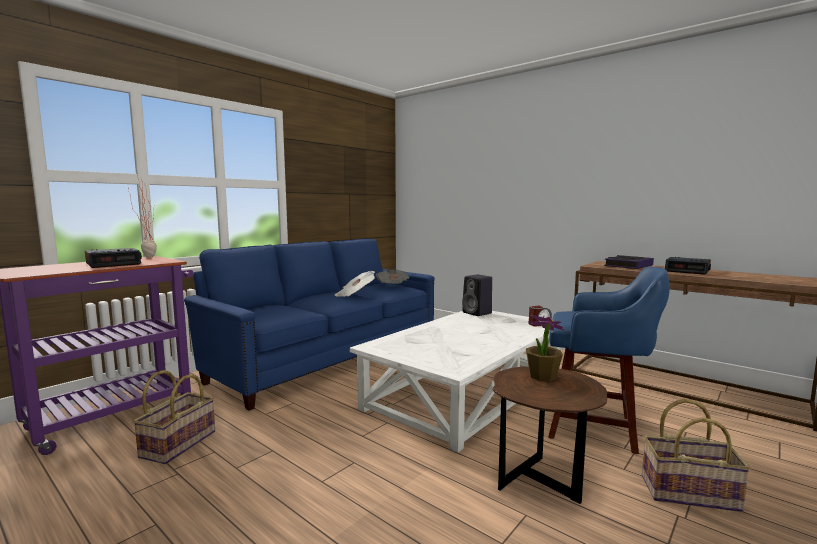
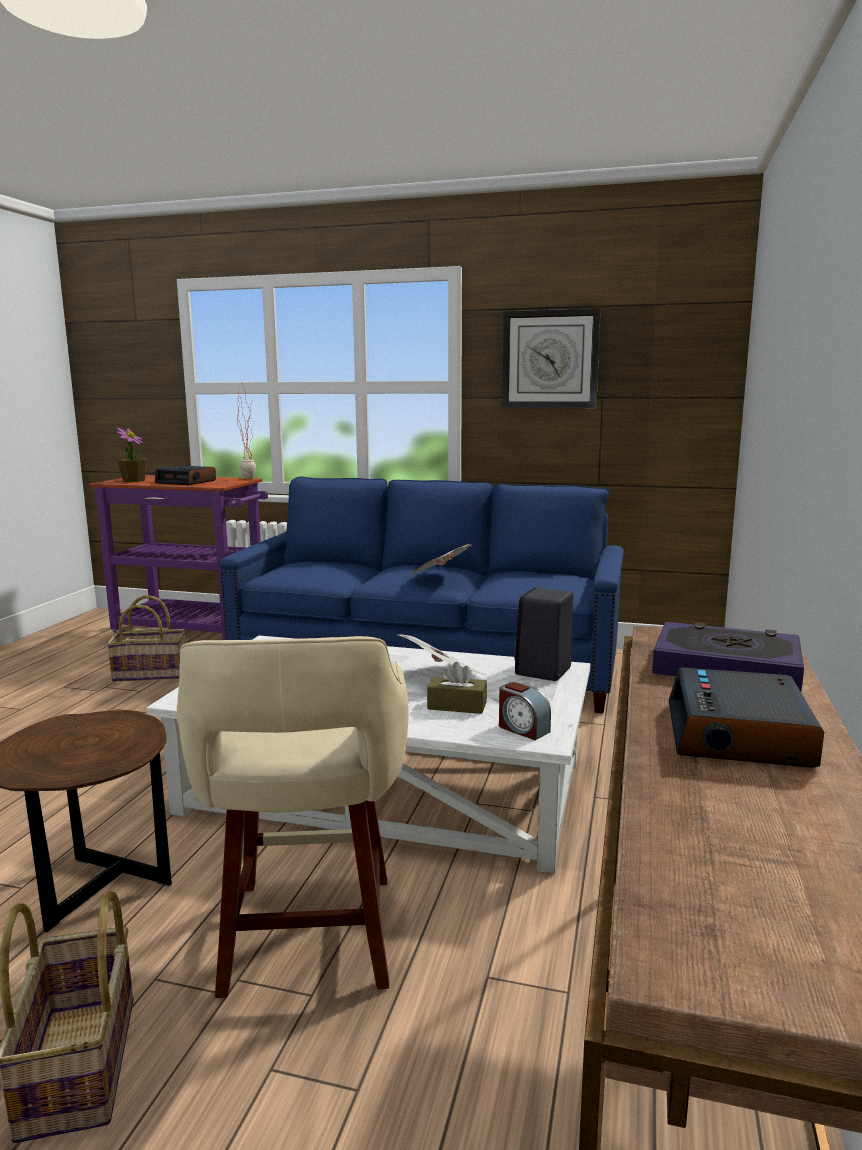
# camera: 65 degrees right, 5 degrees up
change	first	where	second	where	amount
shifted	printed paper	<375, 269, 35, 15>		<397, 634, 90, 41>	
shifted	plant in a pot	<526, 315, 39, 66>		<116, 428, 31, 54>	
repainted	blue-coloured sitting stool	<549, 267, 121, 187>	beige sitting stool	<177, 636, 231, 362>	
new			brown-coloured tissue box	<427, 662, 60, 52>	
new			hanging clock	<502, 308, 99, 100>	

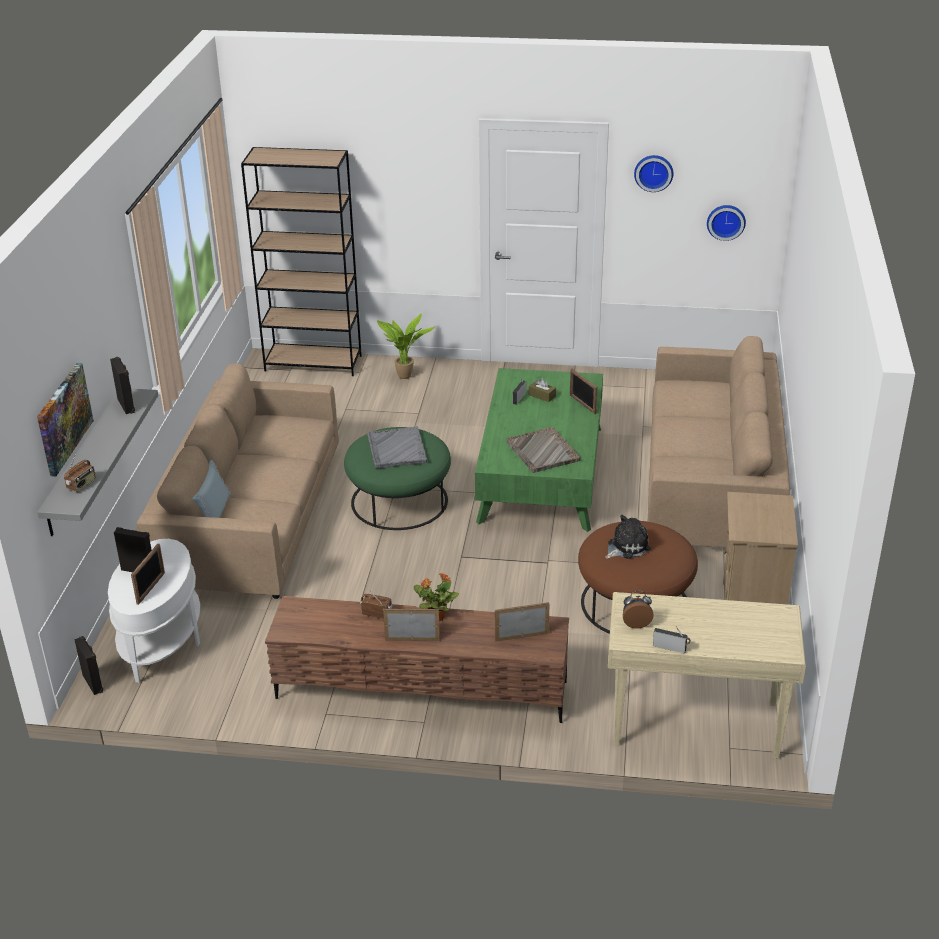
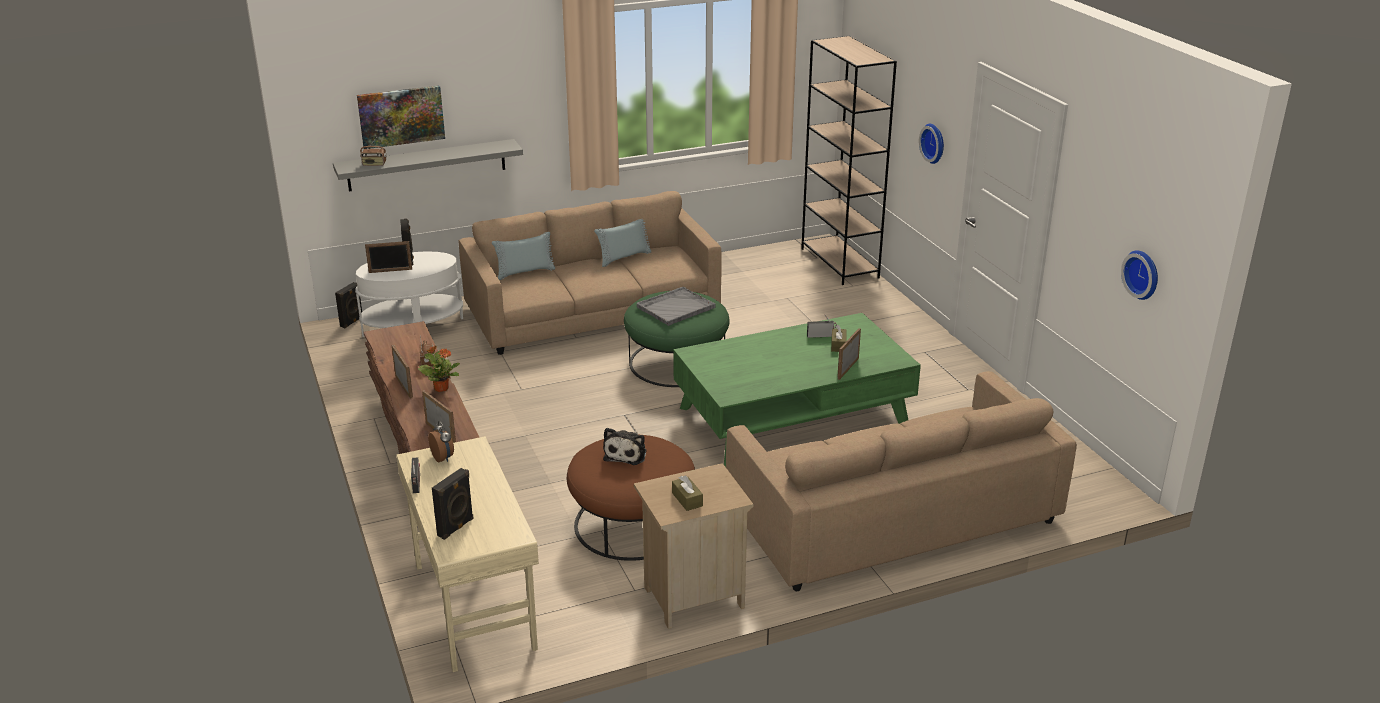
# camera: 60 degrees right, 5 degrees down
change	first	where	second	where	amount
shifted	black audio speaker	<110, 357, 25, 57>		<432, 468, 42, 72>	
gone	plant in a pot	<377, 314, 58, 65>			
gone	grey carrying tray	<506, 427, 74, 46>			
rotated	soft toy	<605, 515, 46, 44>		<603, 428, 43, 37>	75 degrees clockwise
shifted	hanging clock	<634, 155, 39, 37>		<919, 124, 25, 40>	
new			blue-coloured cushion	<594, 218, 57, 49>	
new			brown-coloured tissue box	<672, 475, 31, 36>	

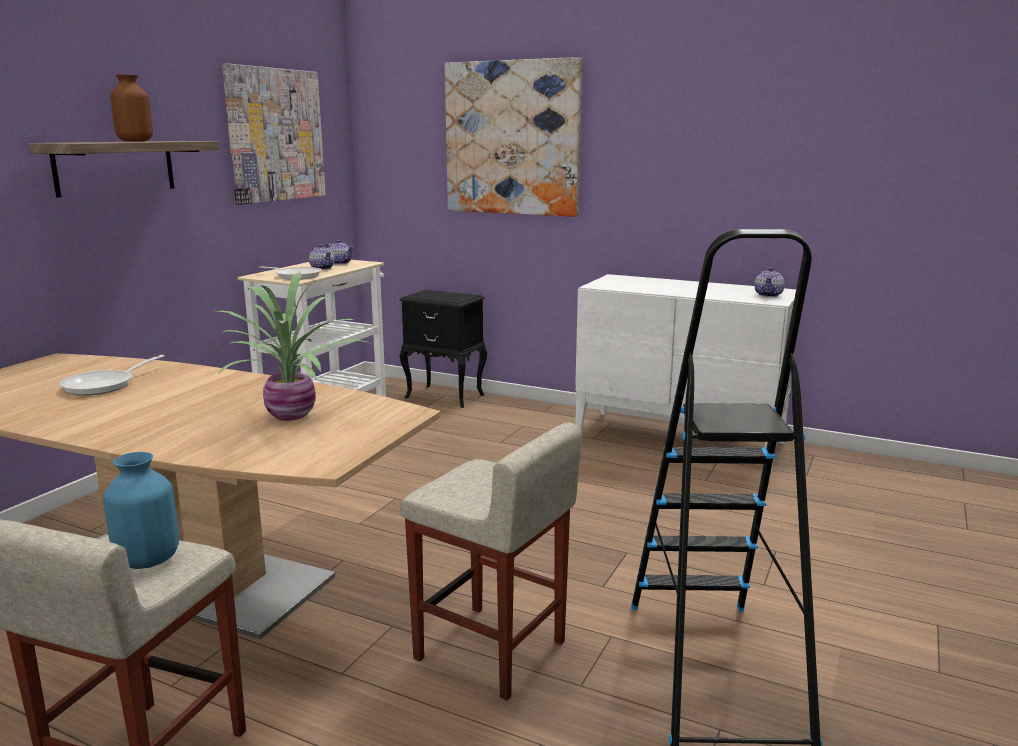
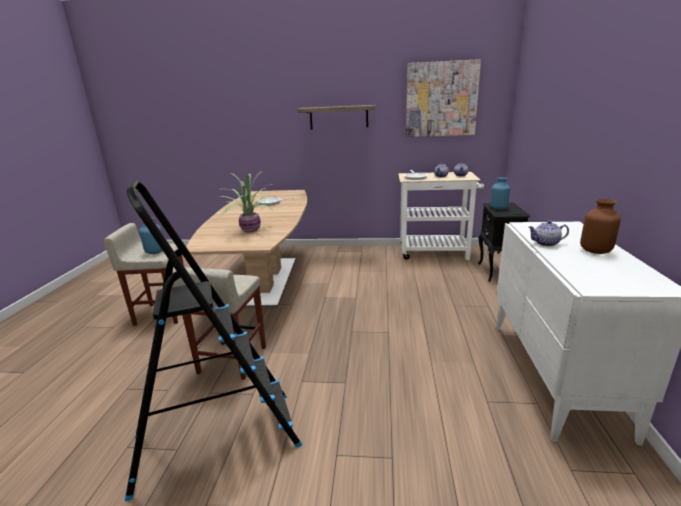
# camera: 70 degrees right, 5 degrees up
change	first	where	second	where	amount
shifted	brown-coloured decorative vase	<110, 75, 43, 67>		<580, 199, 41, 55>	
gone	wall art	<445, 57, 137, 160>			
shifted	teapot	<754, 267, 31, 30>		<528, 220, 41, 27>	
new			blue-coloured decorative vase	<490, 177, 20, 32>	

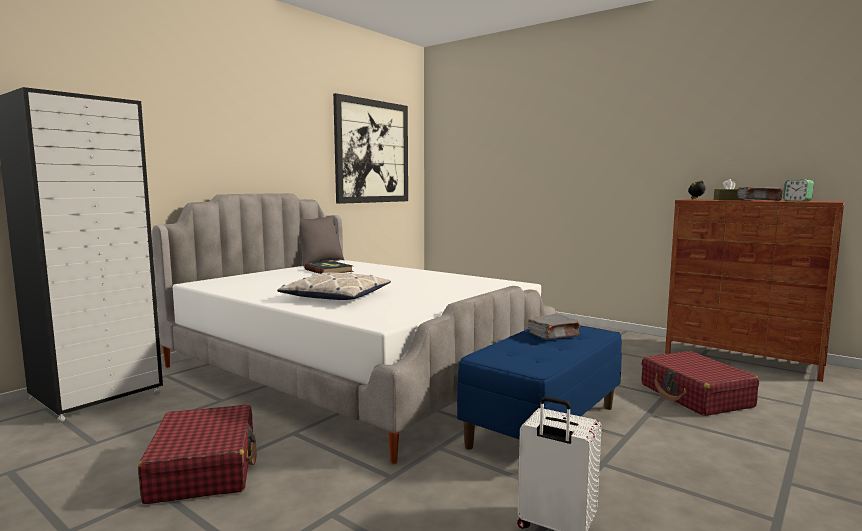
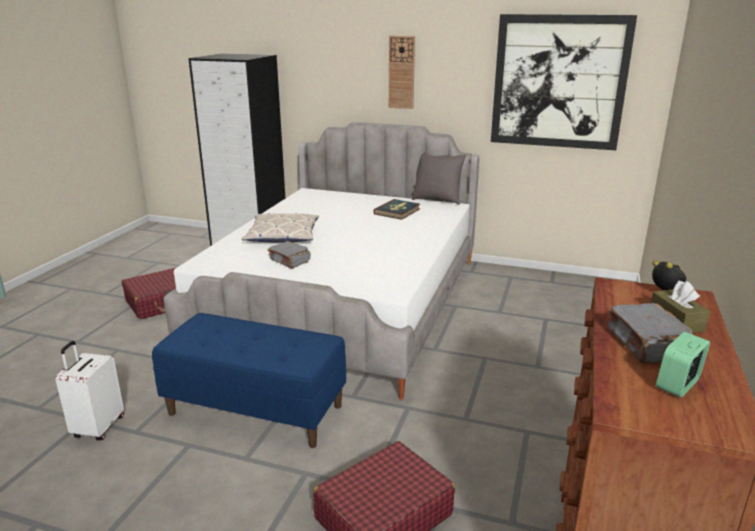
# camera: 70 degrees right, 15 degrees up
change	first	where	second	where	amount
shifted	grey bound book	<527, 314, 53, 25>		<268, 241, 43, 27>	
new			hanging clock	<389, 36, 26, 73>	

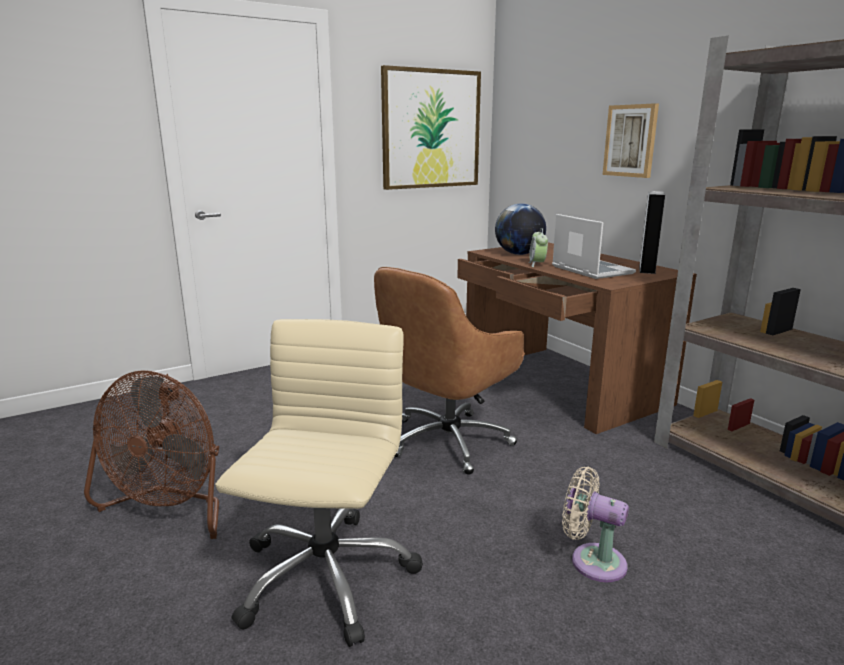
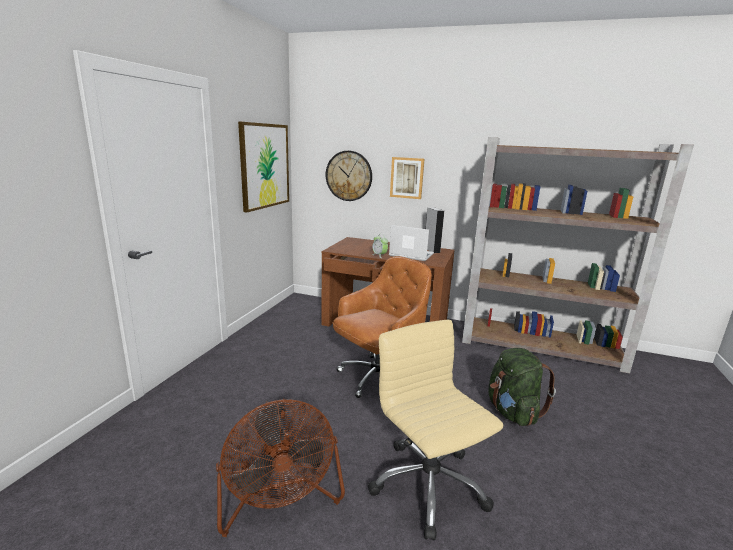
# camera: 40 degrees left, 0 degrees up
change	first	where	second	where	amount
rotated	brown-coloured computer chair	<374, 267, 151, 208>		<333, 256, 99, 142>	135 degrees counterclockwise
gone	world globe	<495, 203, 51, 52>			
swapped	beige cooling fan	<562, 467, 67, 115>	green-coloured rucksack	<488, 348, 68, 78>	
new			hanging clock	<326, 151, 46, 50>	

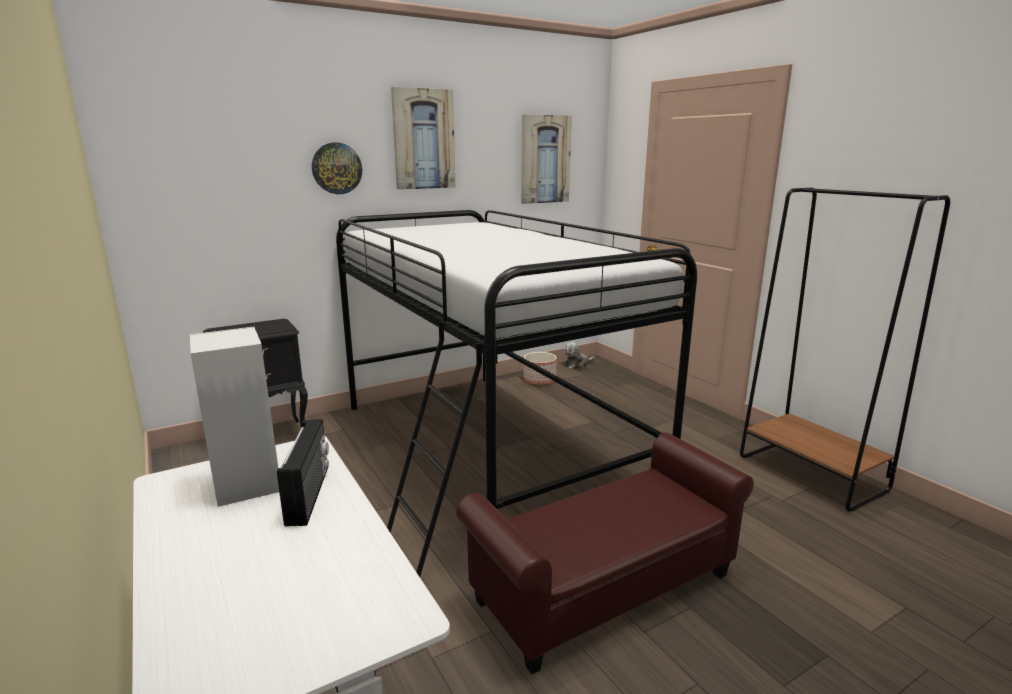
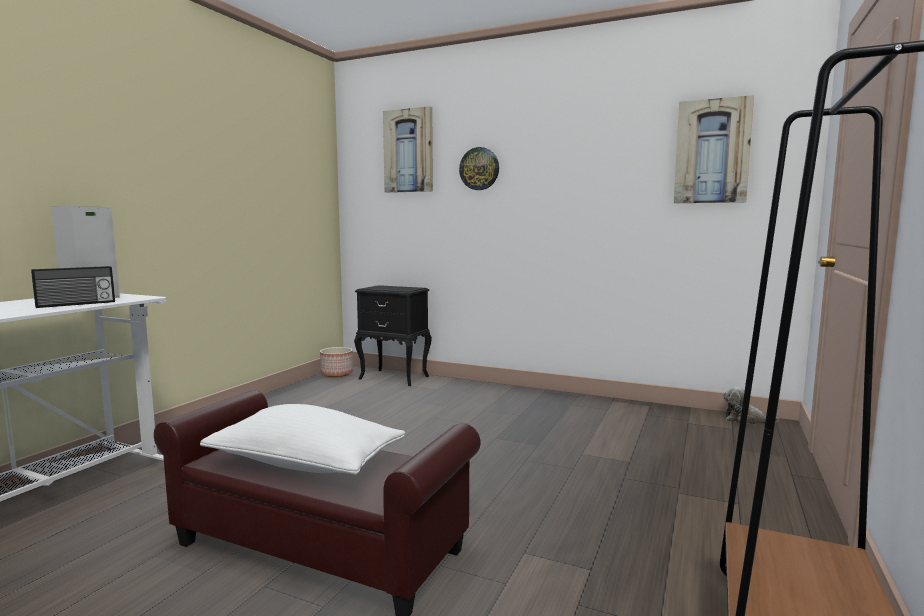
# camera: 55 degrees right, 10 degrees down
change	first	where	second	where	amount
gone	black bed	<336, 210, 361, 367>			
shifted	wall art	<391, 87, 64, 103>		<383, 106, 50, 87>	
shifted	flower pot	<523, 352, 34, 34>		<320, 347, 33, 30>	
new			white-coloured cushion	<200, 404, 205, 71>	

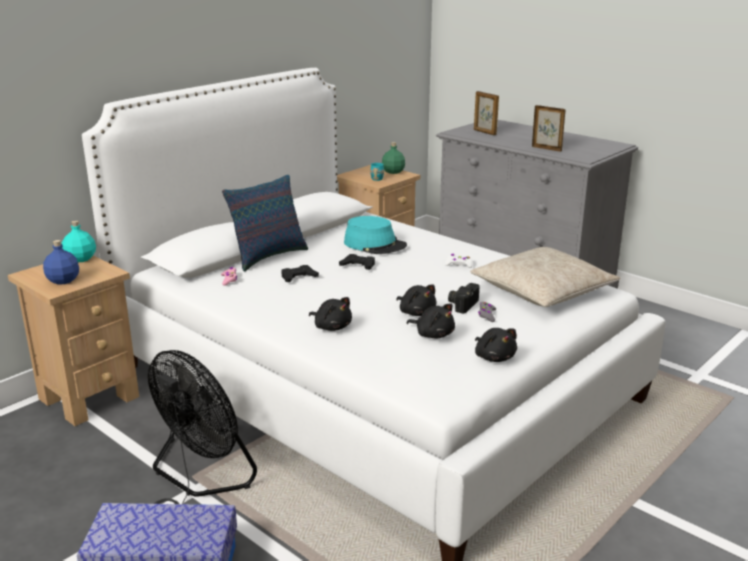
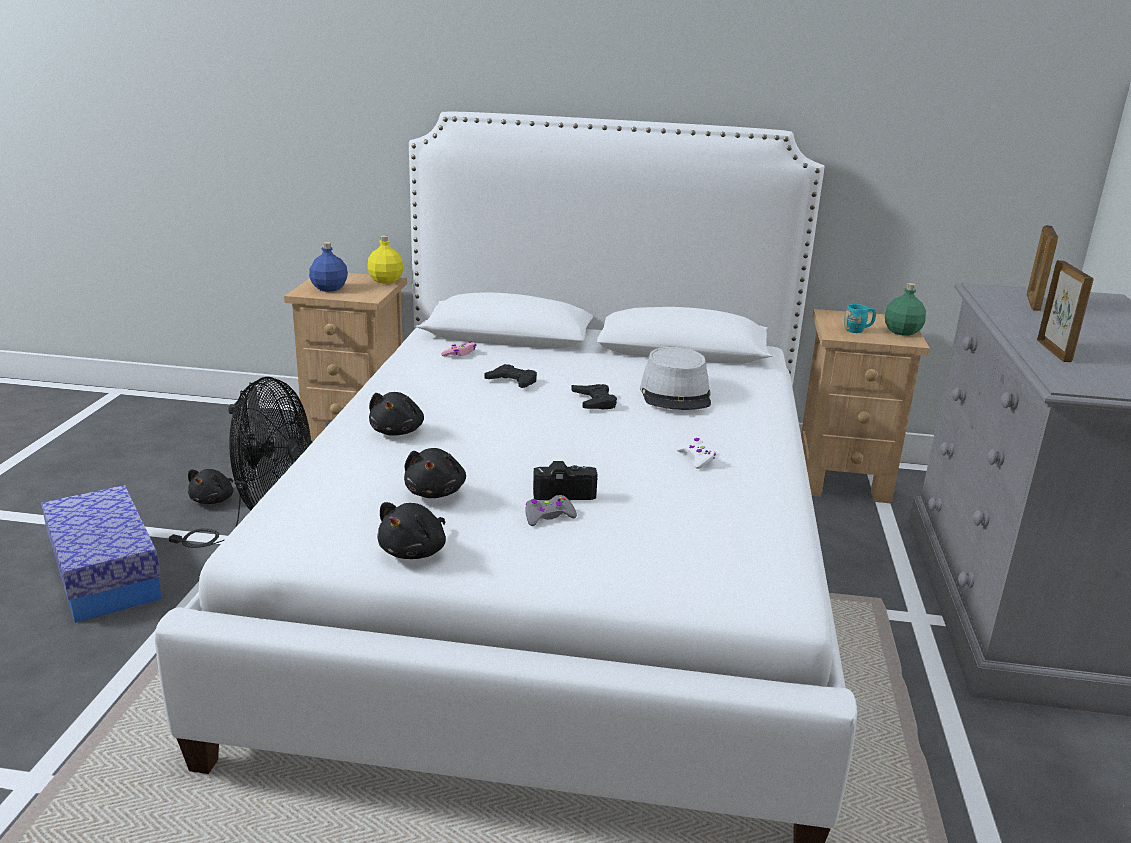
# camera: 55 degrees right, 0 degrees up
change	first	where	second	where	amount
repainted	turquoise-coloured bottle	<62, 220, 34, 42>	yellow-coloured bottle	<368, 235, 36, 49>	
gone	blue-coloured cushion	<222, 175, 86, 96>			
repainted	turquoise-coloured hat	<344, 216, 63, 38>	grey hat	<640, 347, 71, 63>	
shifted	black soft toy	<396, 285, 40, 31>		<188, 469, 45, 35>	
gone	beige cushion	<470, 247, 151, 60>			

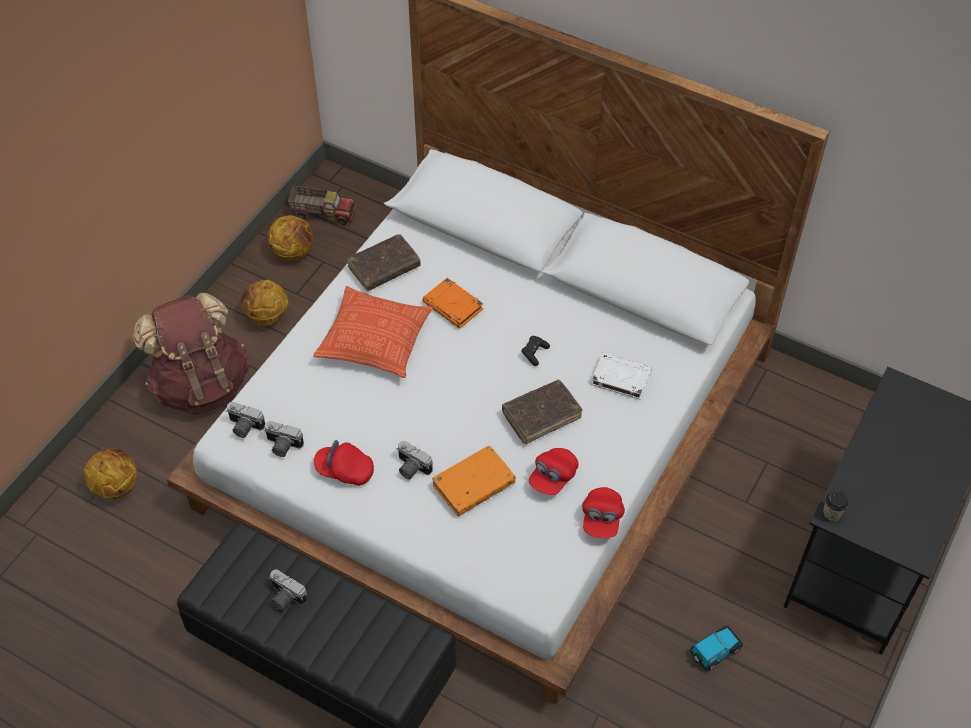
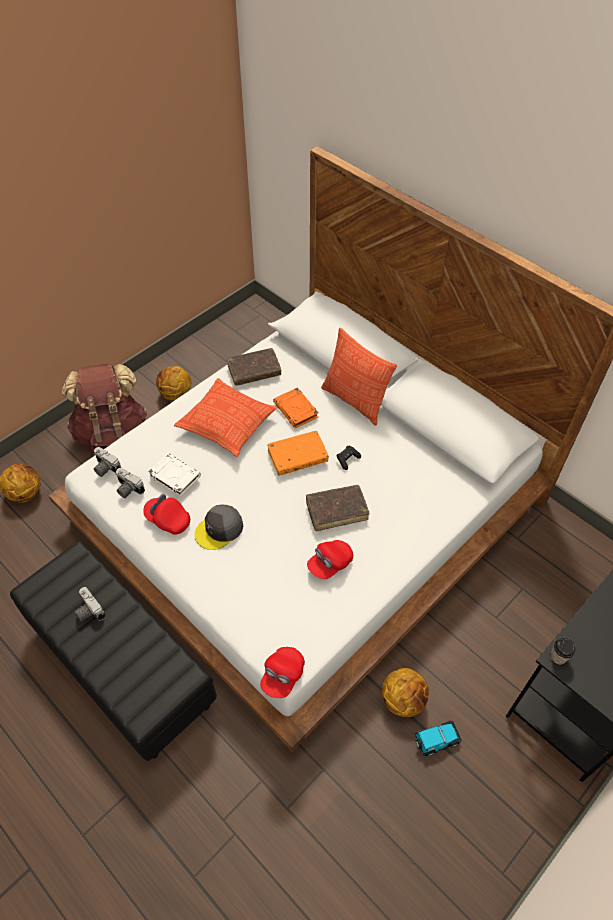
# camera: 15 degrees right, 0 degrees up
change	first	where	second	where	amount
shifted	ball for basketball	<268, 215, 45, 45>		<382, 668, 47, 49>	
gone	model truck	<288, 186, 68, 39>			
swapped	photo camera	<396, 441, 37, 39>	grey cap	<195, 505, 48, 45>	
shifted	orange-coloured bound book	<432, 446, 84, 70>		<267, 431, 62, 44>	
shifted	red cap	<582, 487, 43, 51>		<260, 647, 45, 51>	
shifted	white-coloured bound book	<591, 353, 61, 47>		<148, 453, 53, 44>	
new			orange-coloured cushion	<321, 328, 76, 97>	

